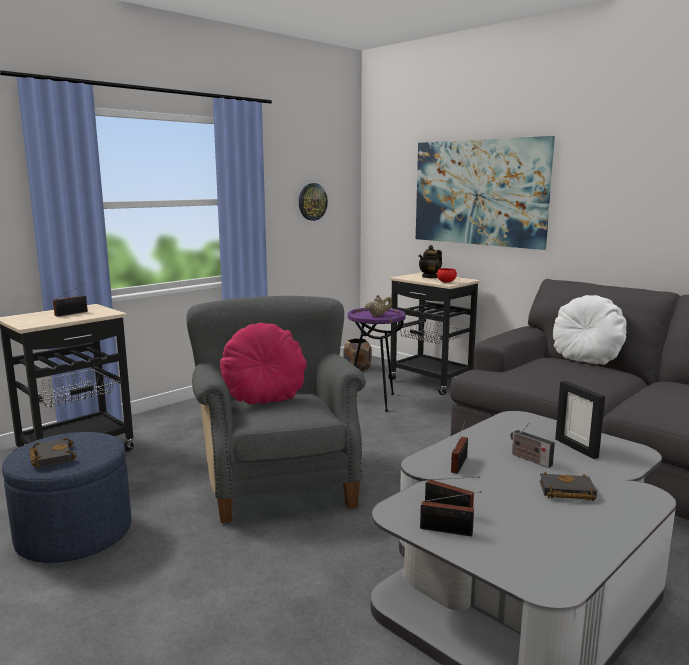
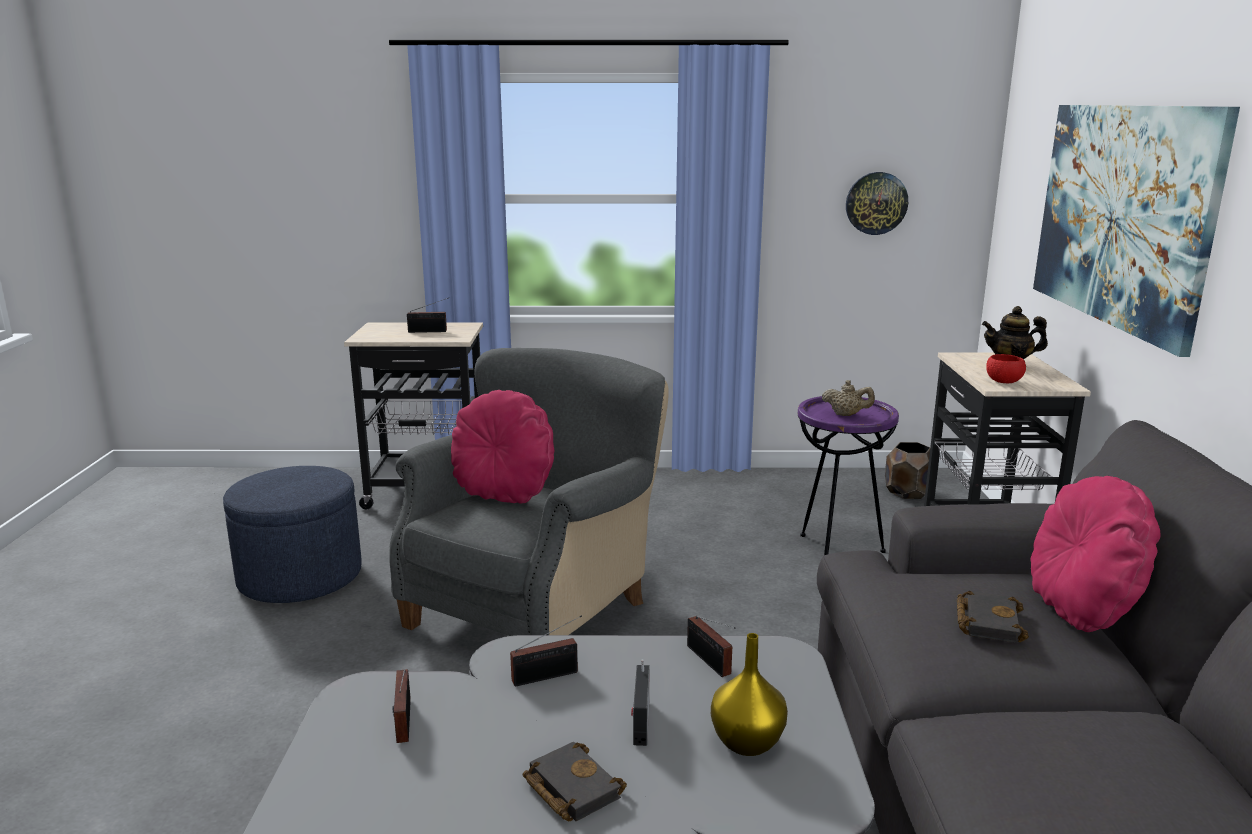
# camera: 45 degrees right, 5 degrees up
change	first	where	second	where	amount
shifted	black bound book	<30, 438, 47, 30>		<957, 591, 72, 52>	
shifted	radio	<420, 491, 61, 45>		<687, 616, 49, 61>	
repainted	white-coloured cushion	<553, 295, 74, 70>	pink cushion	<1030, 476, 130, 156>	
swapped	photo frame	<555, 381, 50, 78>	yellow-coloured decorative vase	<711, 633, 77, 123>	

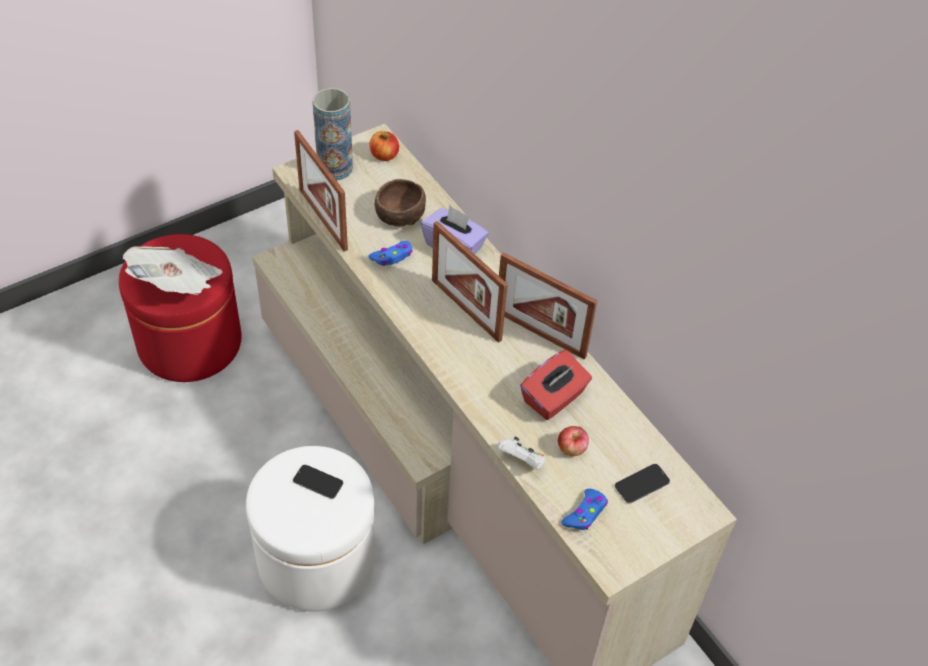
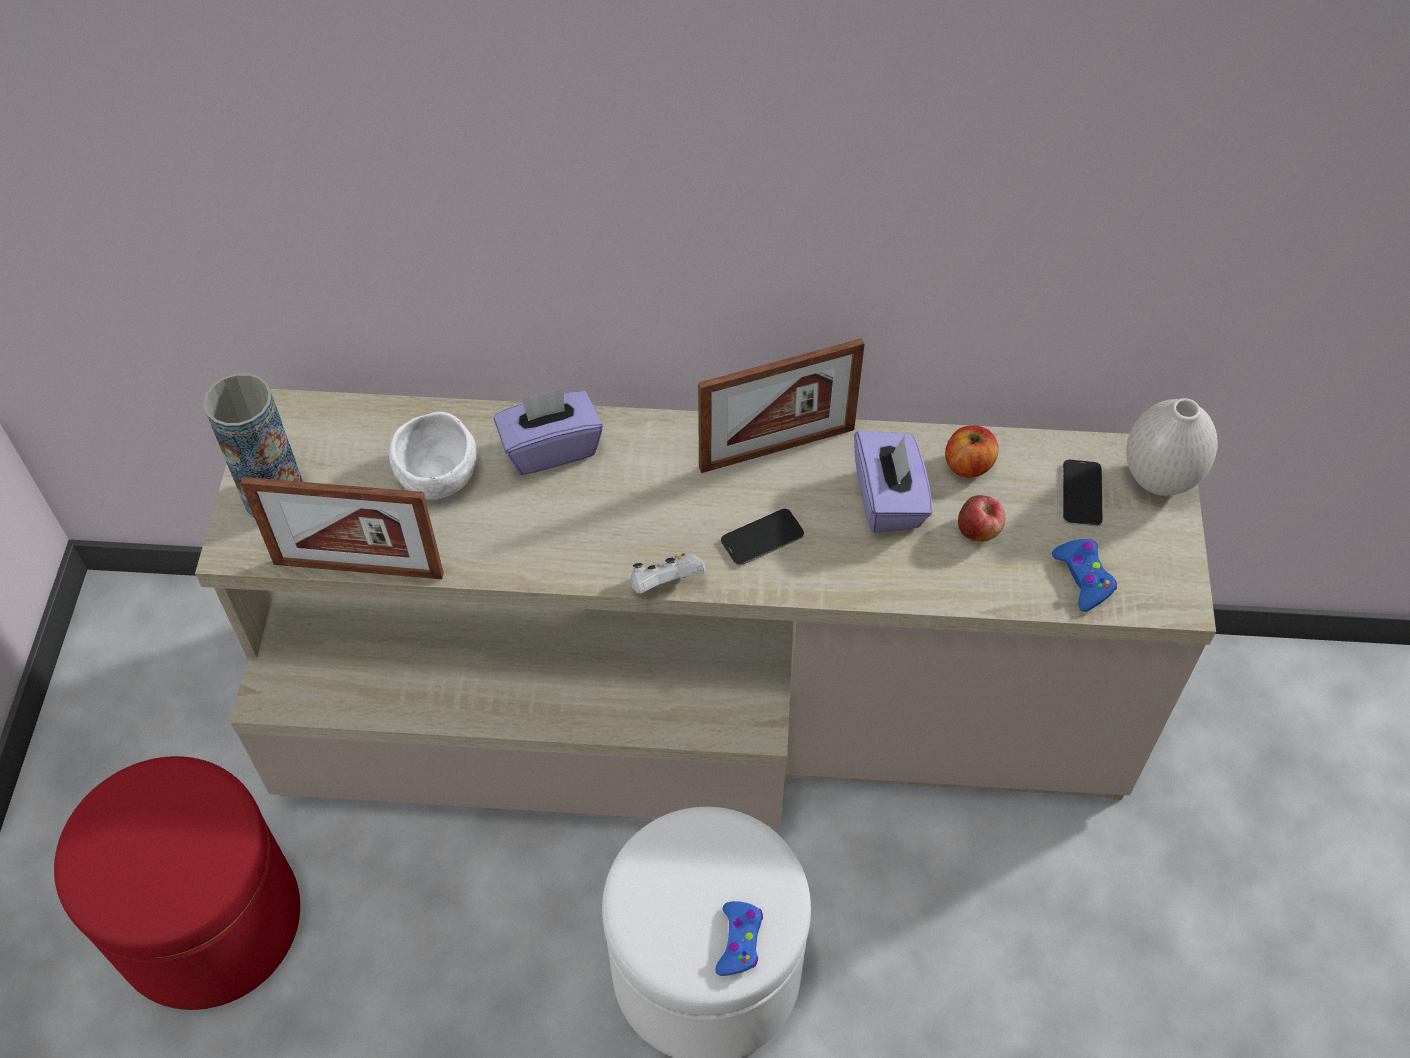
# camera: 50 degrees left, 5 degrees up
change	first	where	second	where	amount
gone	printed paper	<123, 246, 99, 49>			
shifted	phone	<293, 465, 50, 34>		<721, 509, 83, 57>	
shifted	blue-coloured gamepad	<368, 241, 45, 25>		<716, 901, 47, 75>	
shifted	apple	<370, 131, 29, 30>		<945, 425, 53, 53>	
repainted	brown-coloured serving bowl	<375, 179, 51, 47>	white-coloured serving bowl	<389, 412, 88, 88>	
gone	photo frame	<432, 221, 76, 122>			
shifted	white-coloured gamepad	<497, 436, 48, 34>		<630, 553, 76, 41>	
repainted	red tissue box	<520, 350, 72, 70>	purple tissue box	<854, 431, 78, 102>	
new			white-coloured decorative vase	<1126, 398, 92, 98>	

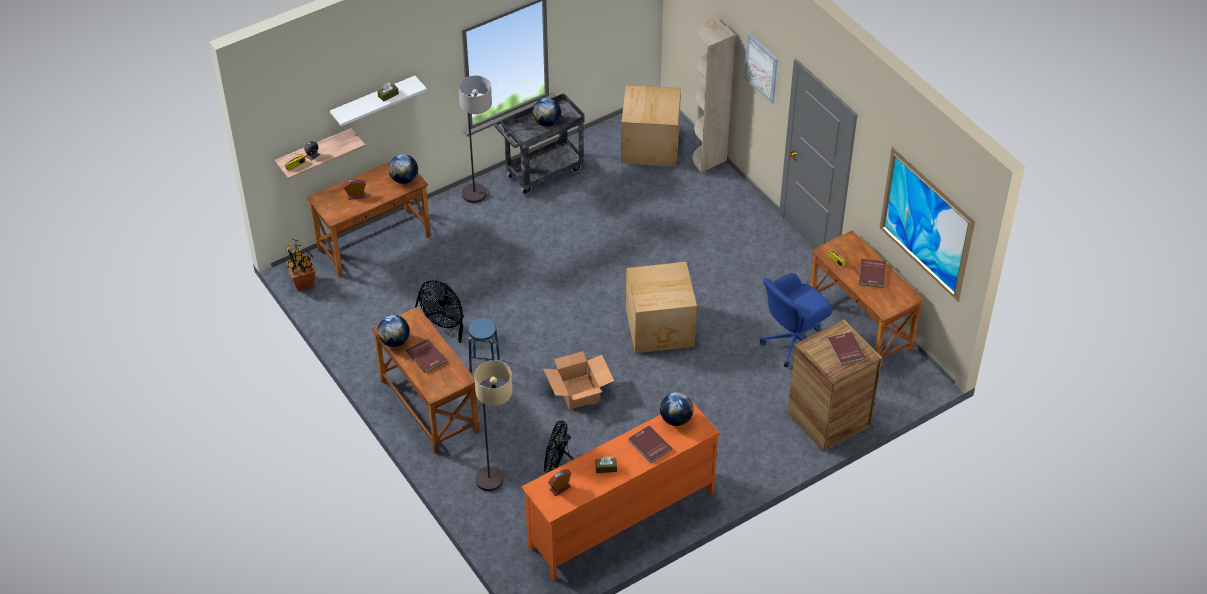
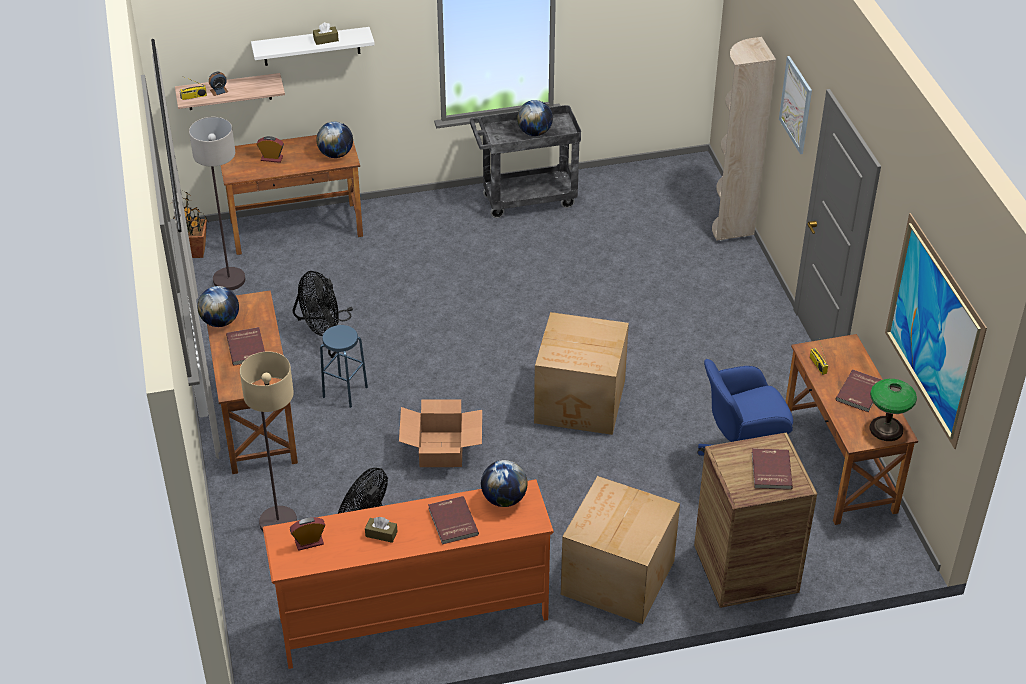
# camera: 20 degrees right, 5 degrees down
change	first	where	second	where	amount
shifted	grey standard lamp	<459, 76, 33, 127>		<189, 117, 56, 173>	
shifted	cardboard box	<621, 85, 60, 81>		<561, 476, 119, 148>	
new			lamp for a table	<869, 379, 48, 62>	

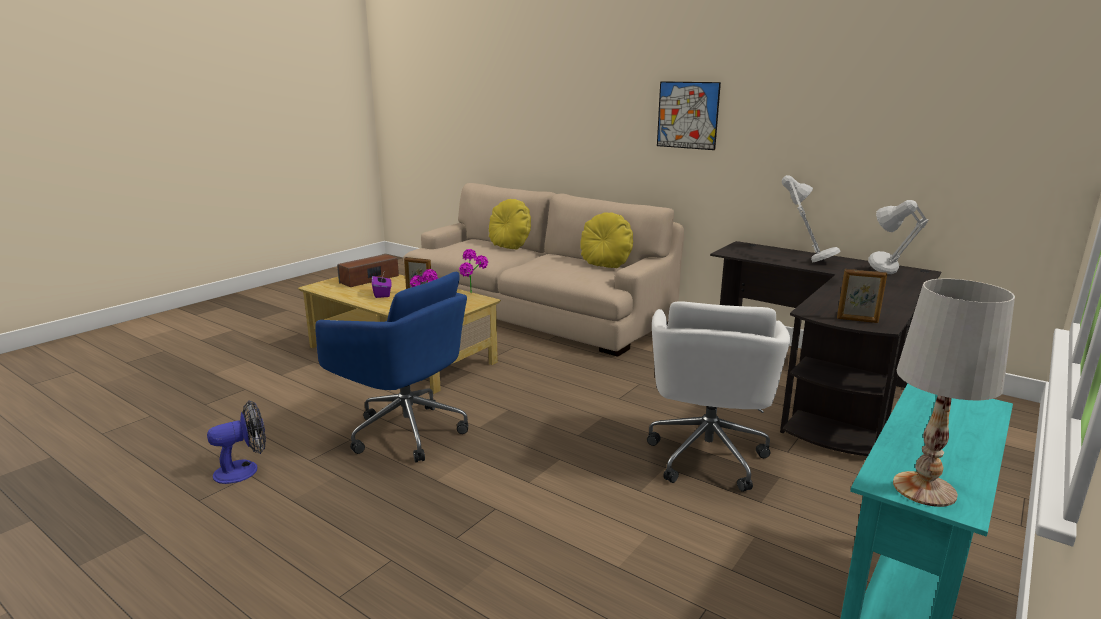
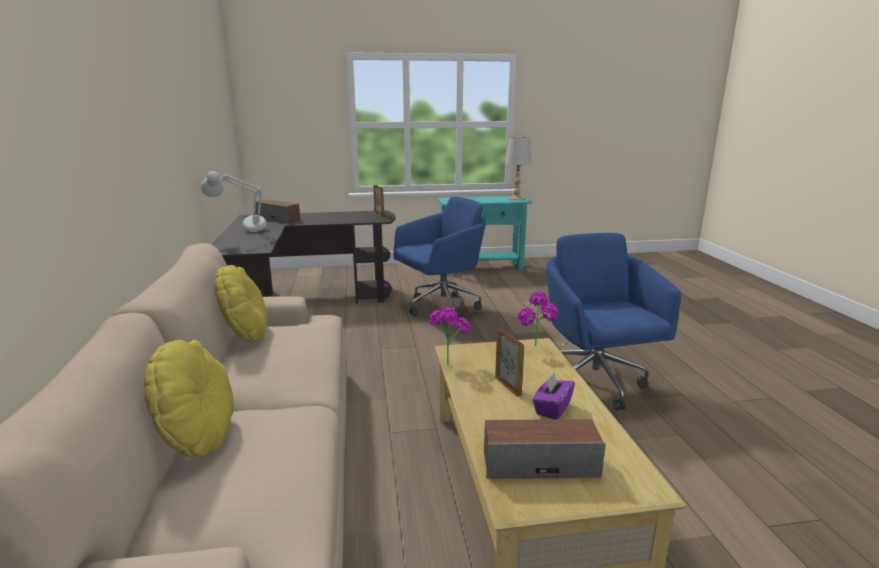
# camera: 135 degrees left, 0 degrees up
change	first	where	second	where	amount
gone	cooling fan	<207, 400, 59, 84>			
repainted	white-coloured computer chair	<647, 301, 143, 191>	blue-coloured computer chair	<393, 196, 93, 123>	
gone	wall art	<657, 81, 64, 69>			
swapped	grey lamp for a table	<868, 200, 60, 74>	audio speaker	<255, 199, 45, 24>	

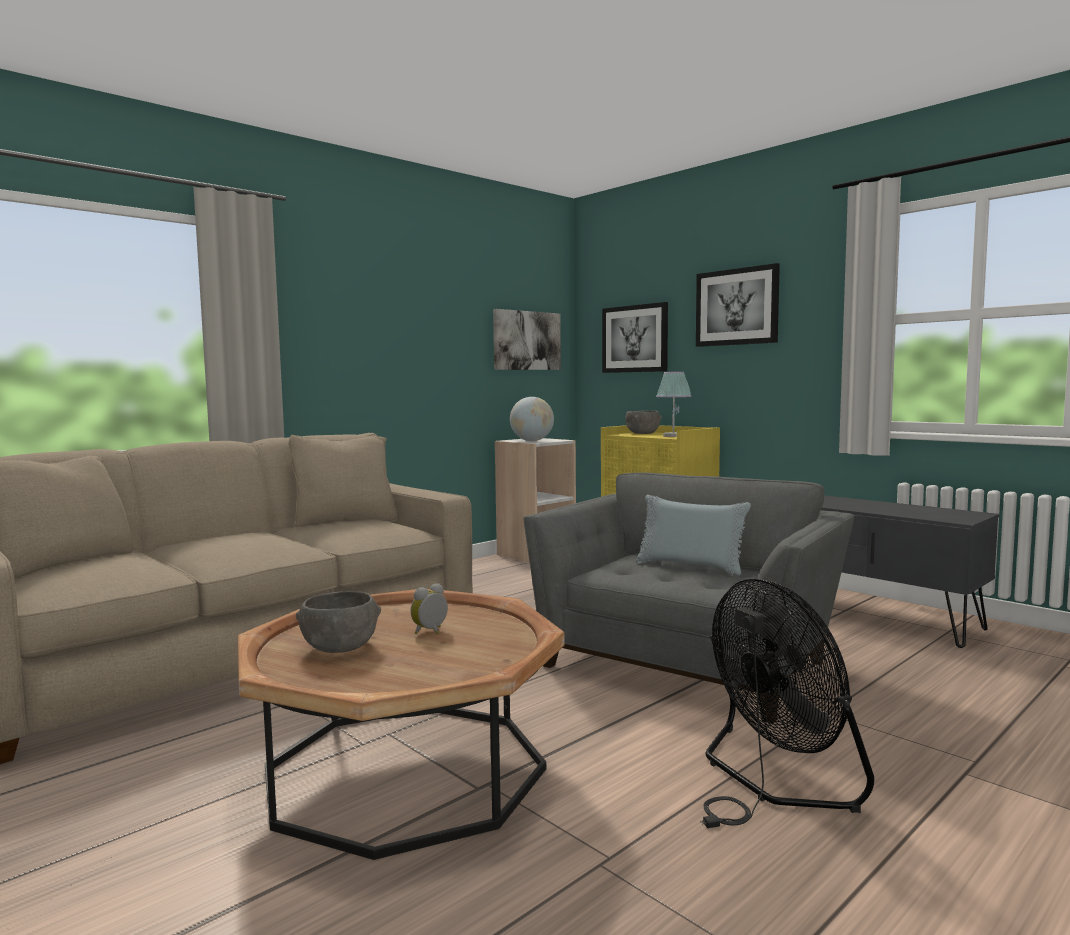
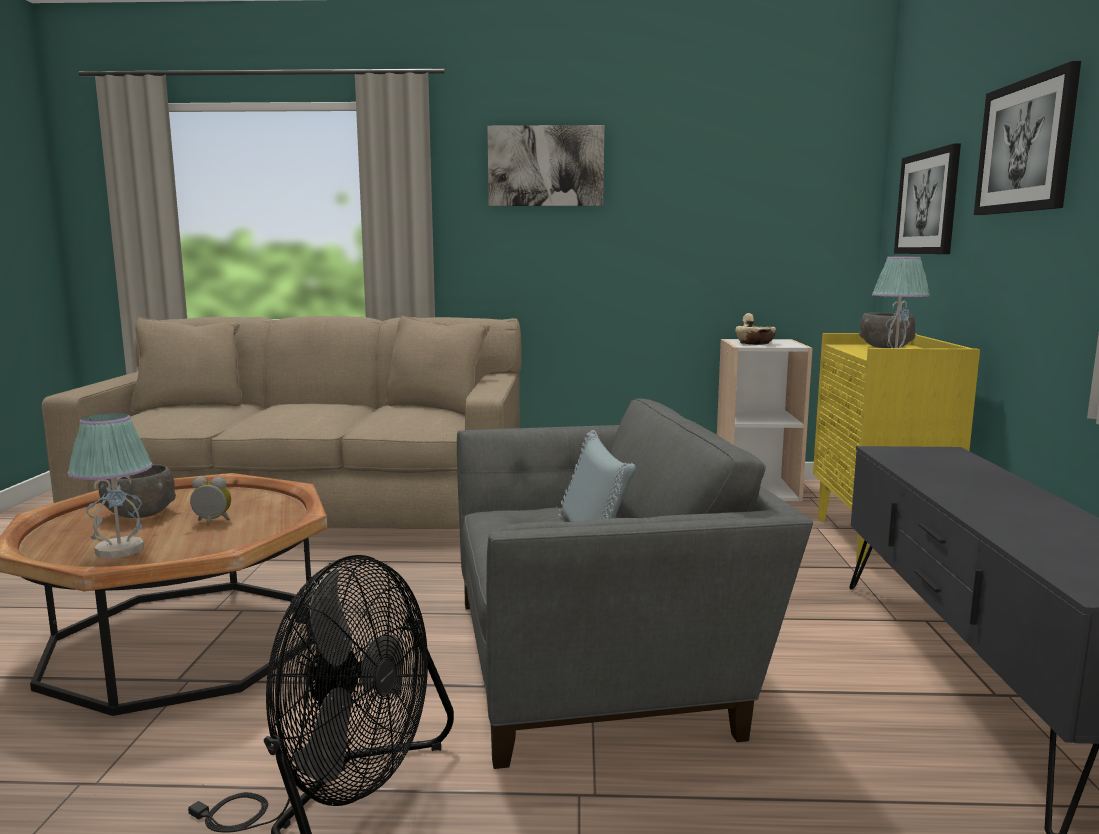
# camera: 45 degrees right, 5 degrees up
change	first	where	second	where	amount
shifted	wall art	<493, 309, 68, 61>		<487, 125, 117, 81>	
swapped	world globe	<510, 397, 44, 44>	beige serving bowl	<735, 313, 41, 32>	
new			lamp for a table	<67, 413, 86, 146>	

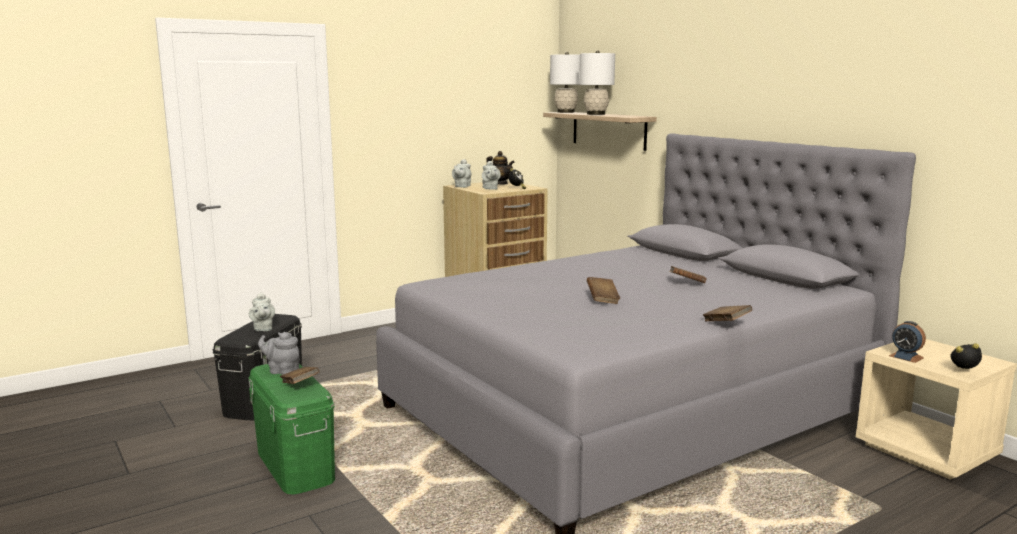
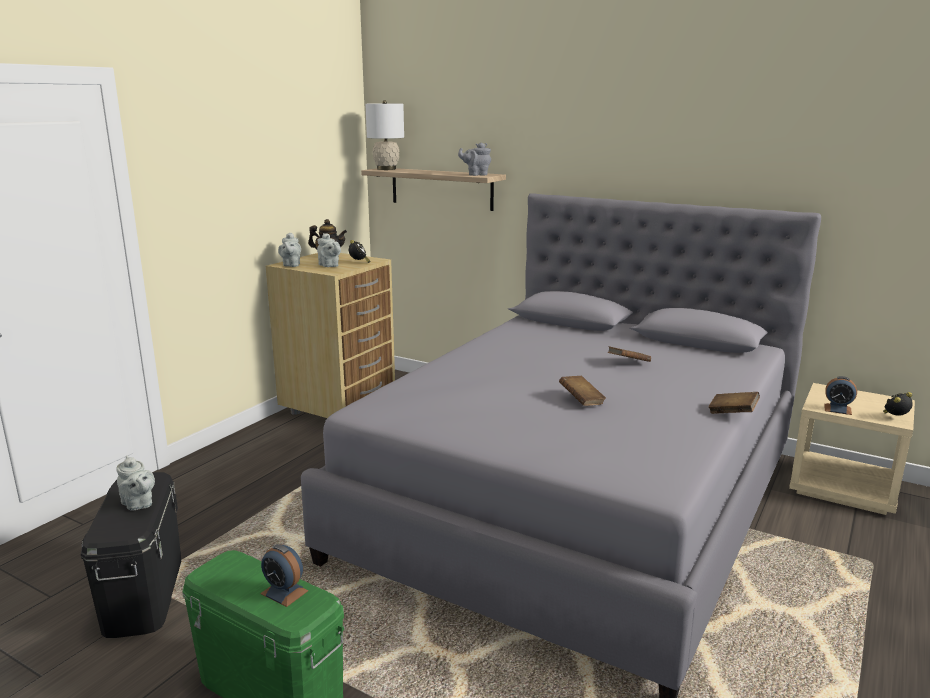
# camera: 25 degrees left, 5 degrees up
change	first	where	second	where	amount
shifted	grey teapot	<258, 332, 42, 43>		<458, 143, 33, 33>	
swapped	brown-coloured bound book	<280, 367, 39, 17>	bedside clock	<260, 544, 48, 63>	
gone	white-coloured lamp for a table	<579, 50, 36, 65>			

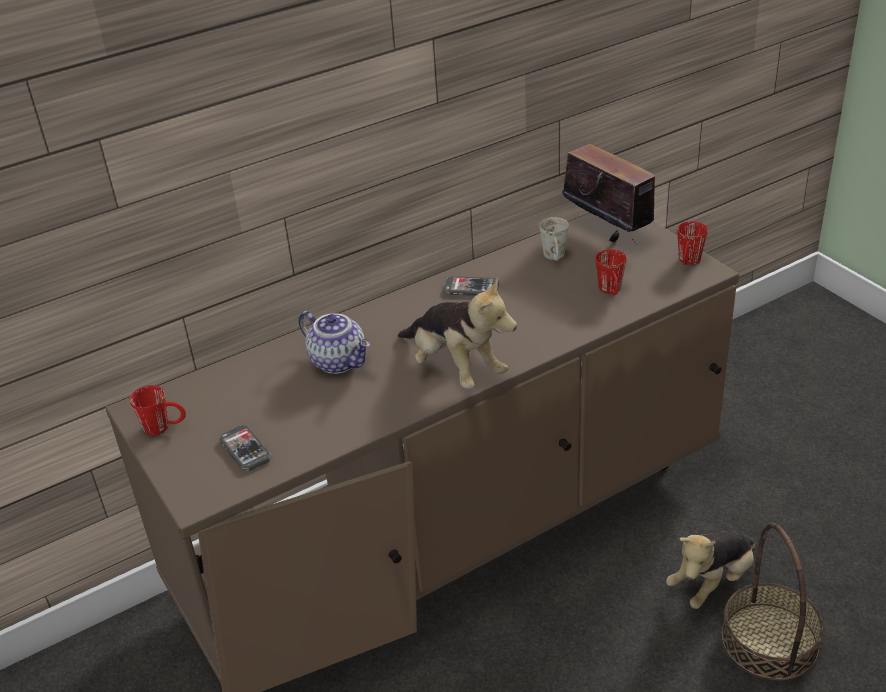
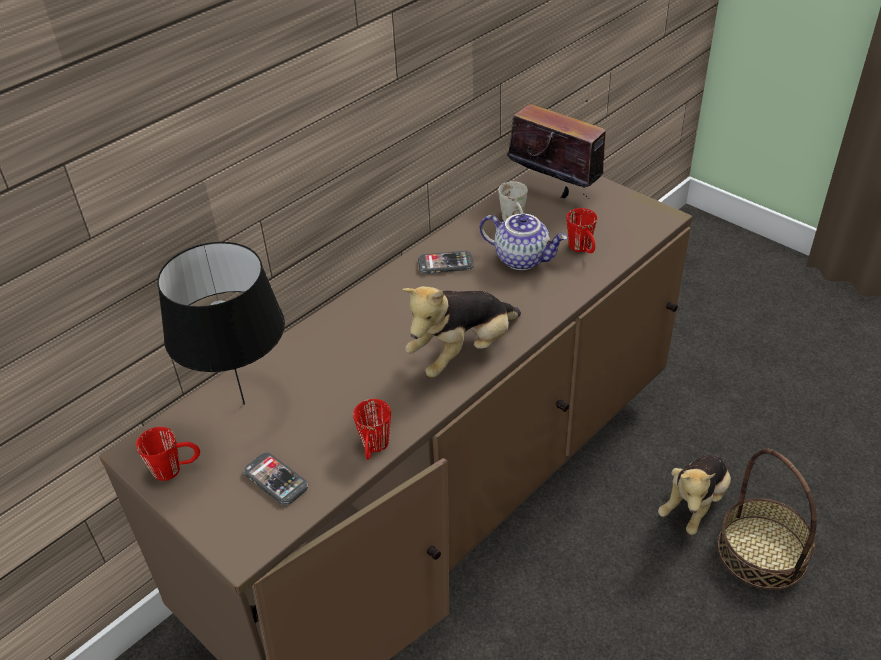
# camera: 15 degrees left, 5 degrees up
change	first	where	second	where	amount
shifted	teapot	<299, 311, 71, 63>		<480, 214, 87, 56>	
rotated	soft toy	<398, 278, 119, 111>		<402, 286, 119, 92>	105 degrees clockwise
shifted	red coffee mug	<677, 221, 31, 44>		<353, 399, 38, 61>	
new			black lamp for a table	<157, 242, 128, 163>	

